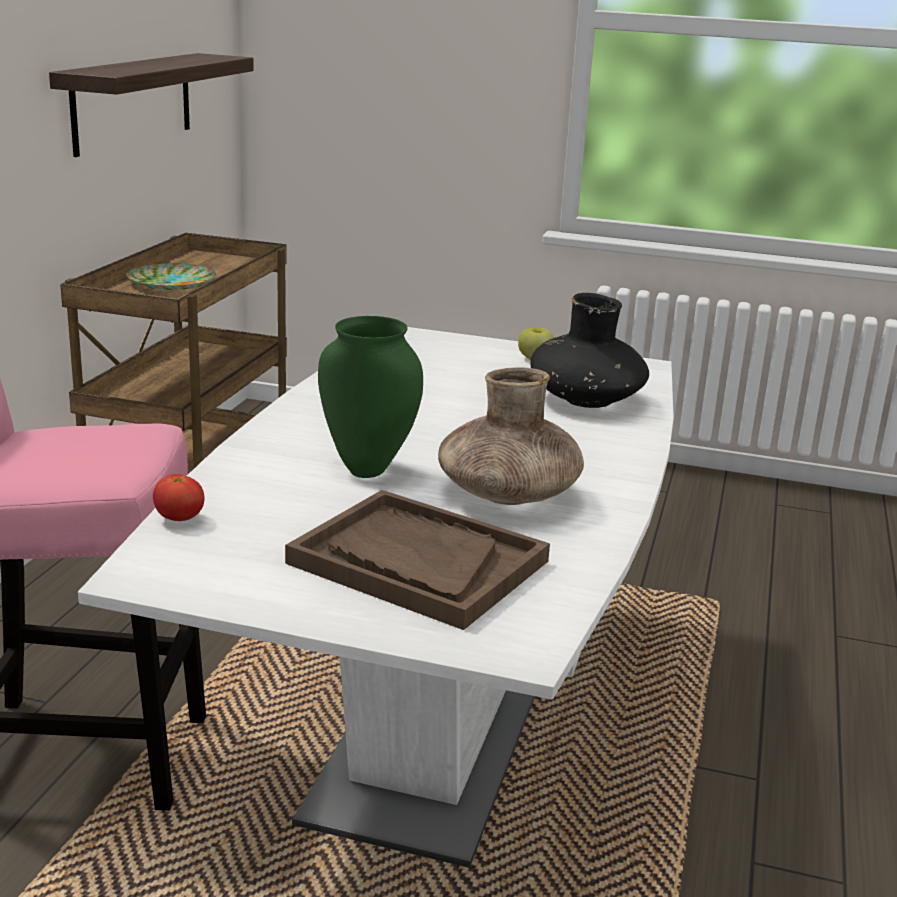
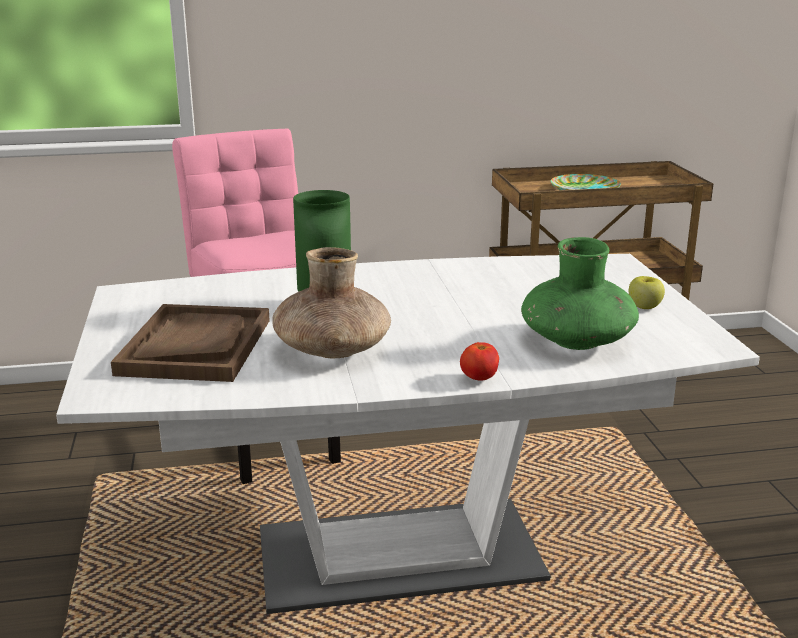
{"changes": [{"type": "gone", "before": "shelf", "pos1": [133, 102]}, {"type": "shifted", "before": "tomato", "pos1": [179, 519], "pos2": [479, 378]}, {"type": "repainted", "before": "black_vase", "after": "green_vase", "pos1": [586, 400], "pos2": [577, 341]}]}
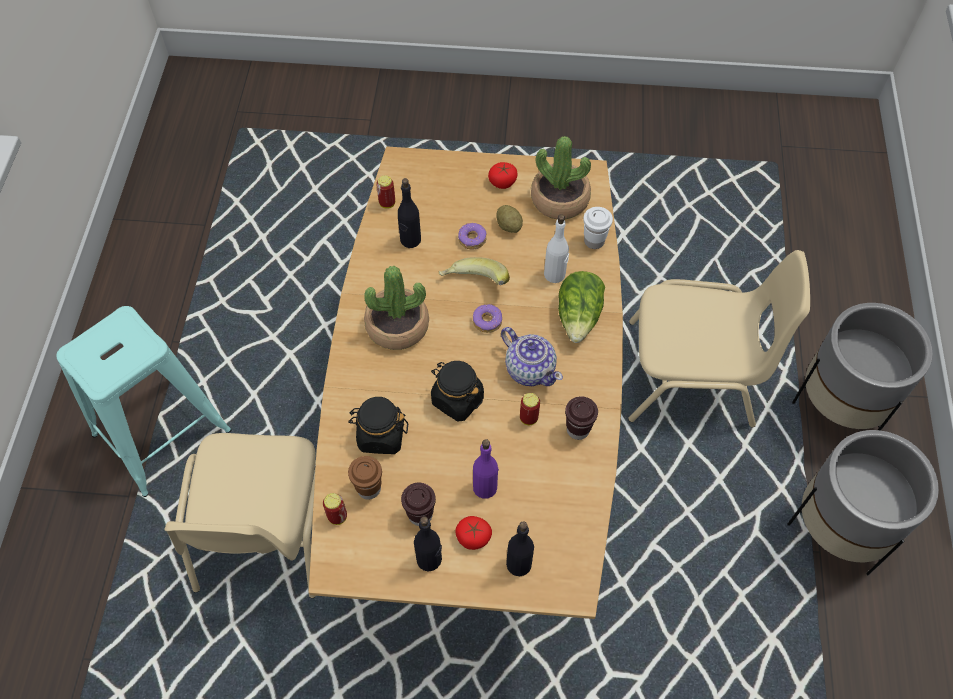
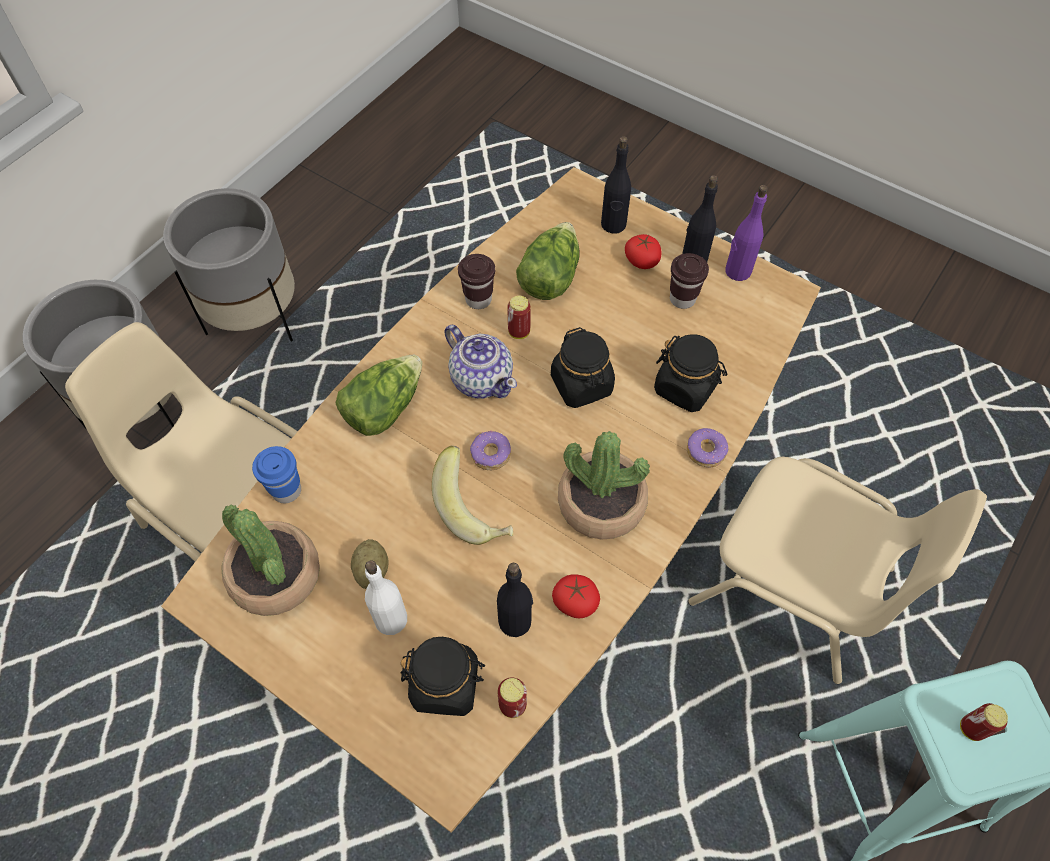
{"changes": [{"type": "gone", "before": "brown_cup", "pos1": [369, 488]}, {"type": "new", "after": "black_jar", "pos2": [445, 684]}, {"type": "new", "after": "lettuce", "pos2": [549, 276]}, {"type": "shifted", "before": "can", "pos1": [337, 516], "pos2": [971, 728]}, {"type": "shifted", "before": "donut", "pos1": [472, 239], "pos2": [706, 451]}, {"type": "shifted", "before": "purple_bottle", "pos1": [485, 487], "pos2": [737, 271]}, {"type": "shifted", "before": "tomato", "pos1": [502, 182], "pos2": [575, 601]}, {"type": "shifted", "before": "white_bottle", "pos1": [555, 274], "pos2": [390, 619]}, {"type": "repainted", "before": "white_cup", "after": "blue_cup", "pos1": [594, 241], "pos2": [286, 490]}, {"type": "rotated", "before": "beige_chair", "pos1": [263, 533], "pos2": [795, 586], "turn": 90}, {"type": "rotated", "before": "teapot", "pos1": [530, 369], "pos2": [481, 378], "turn": 150}]}
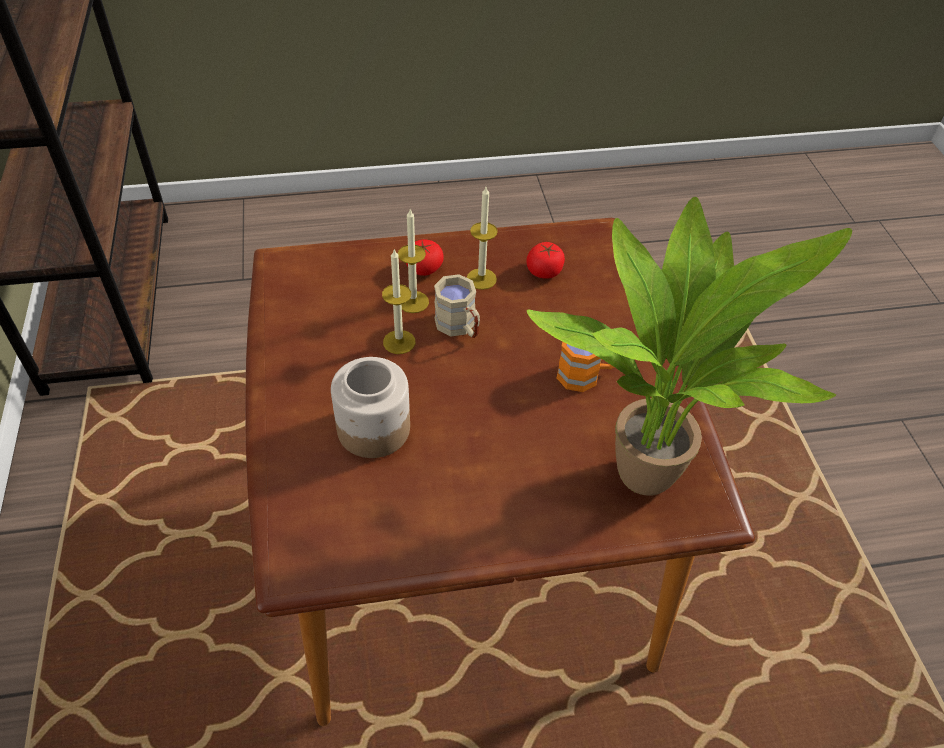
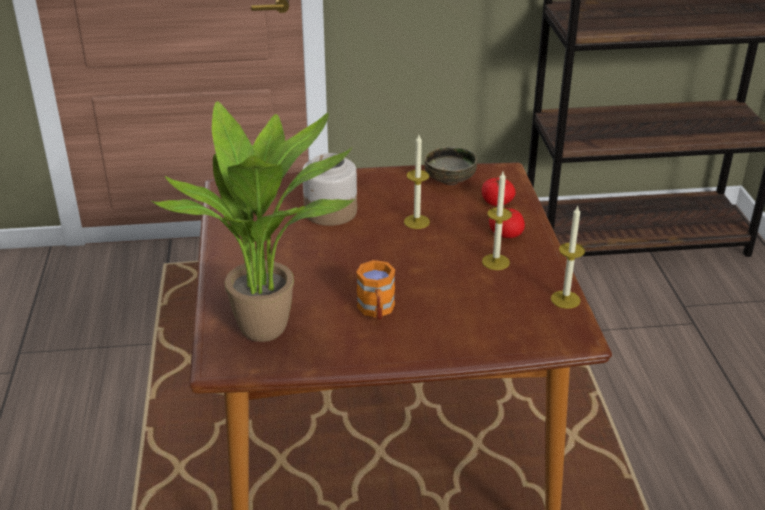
{"changes": [{"type": "gone", "before": "beige_mug", "pos1": [459, 327]}, {"type": "new", "after": "bowl", "pos2": [450, 181]}, {"type": "shifted", "before": "candle", "pos1": [413, 302], "pos2": [565, 299]}, {"type": "shifted", "before": "tomato", "pos1": [544, 271], "pos2": [497, 201]}]}
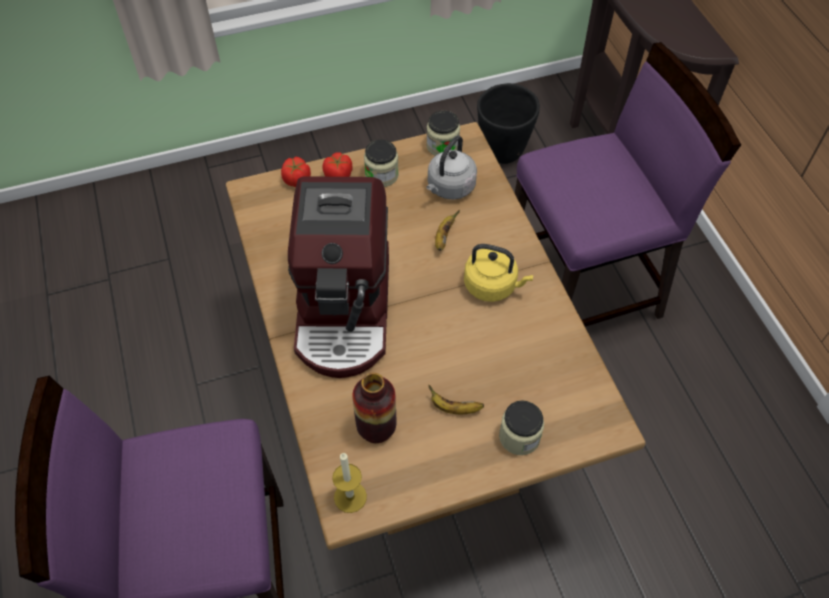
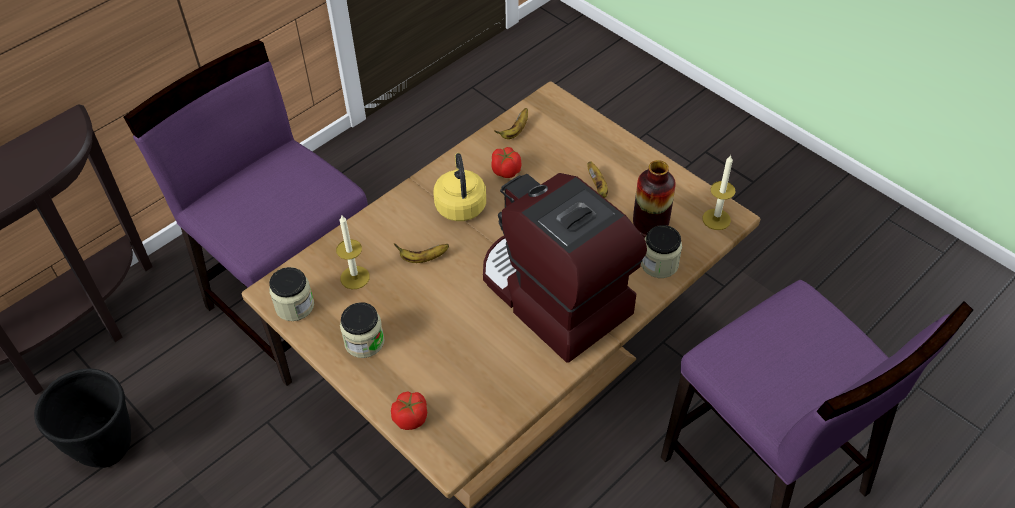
{"changes": [{"type": "new", "after": "banana", "pos2": [515, 131]}, {"type": "shifted", "before": "tomato", "pos1": [338, 175], "pos2": [506, 170]}, {"type": "shifted", "before": "jar", "pos1": [519, 437], "pos2": [659, 264]}, {"type": "swapped", "before": "grey_kettle", "after": "candle", "pos1": [449, 188], "pos2": [355, 277]}, {"type": "rotated", "before": "coffee_machine", "pos1": [345, 310], "pos2": [552, 297], "turn": -105}]}
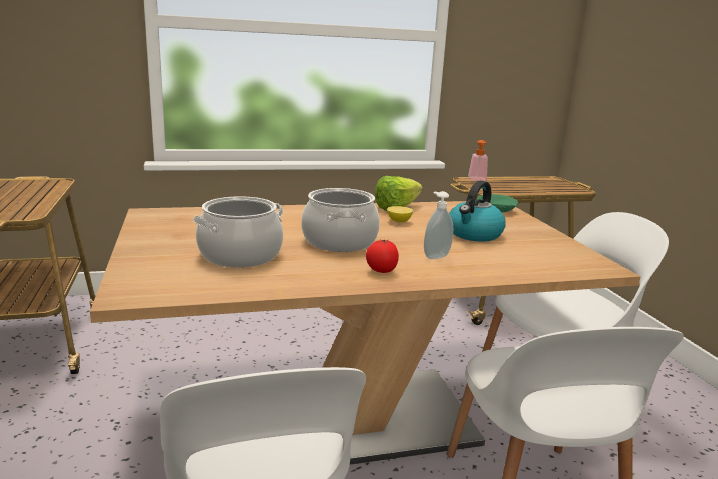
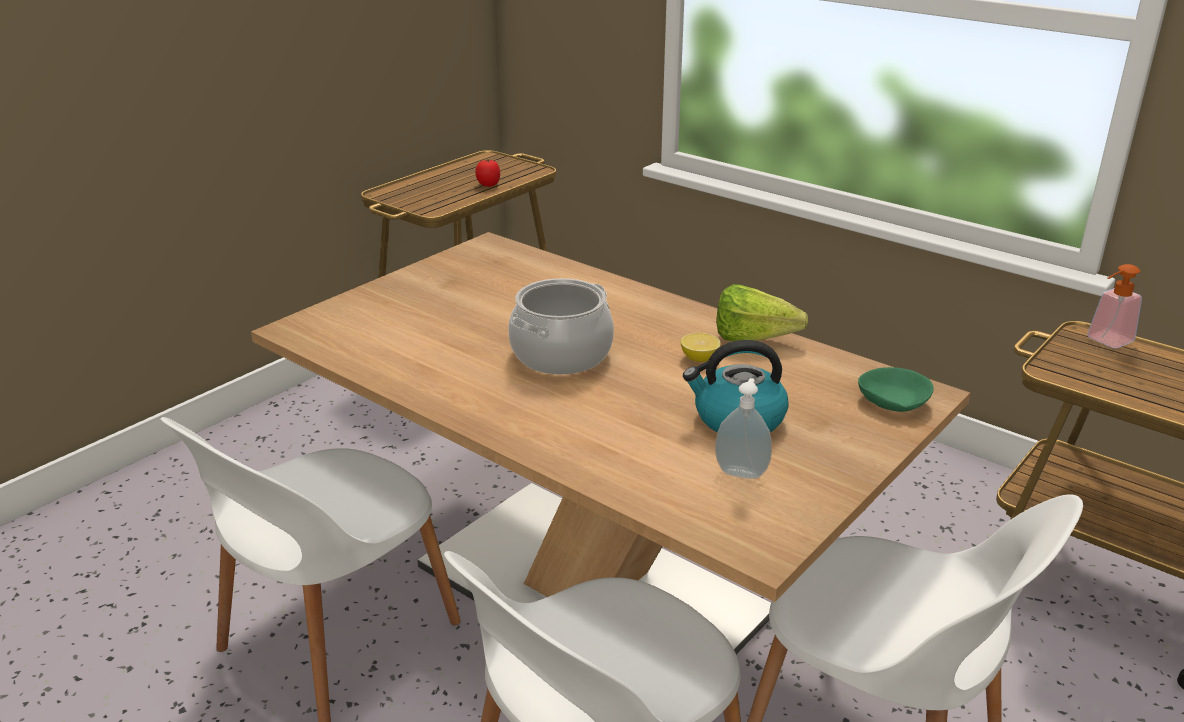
{"changes": [{"type": "gone", "before": "cooking_pot", "pos1": [240, 255]}, {"type": "shifted", "before": "tomato", "pos1": [381, 271], "pos2": [488, 185]}, {"type": "shifted", "before": "soap_dispenser", "pos1": [435, 256], "pos2": [741, 472]}]}
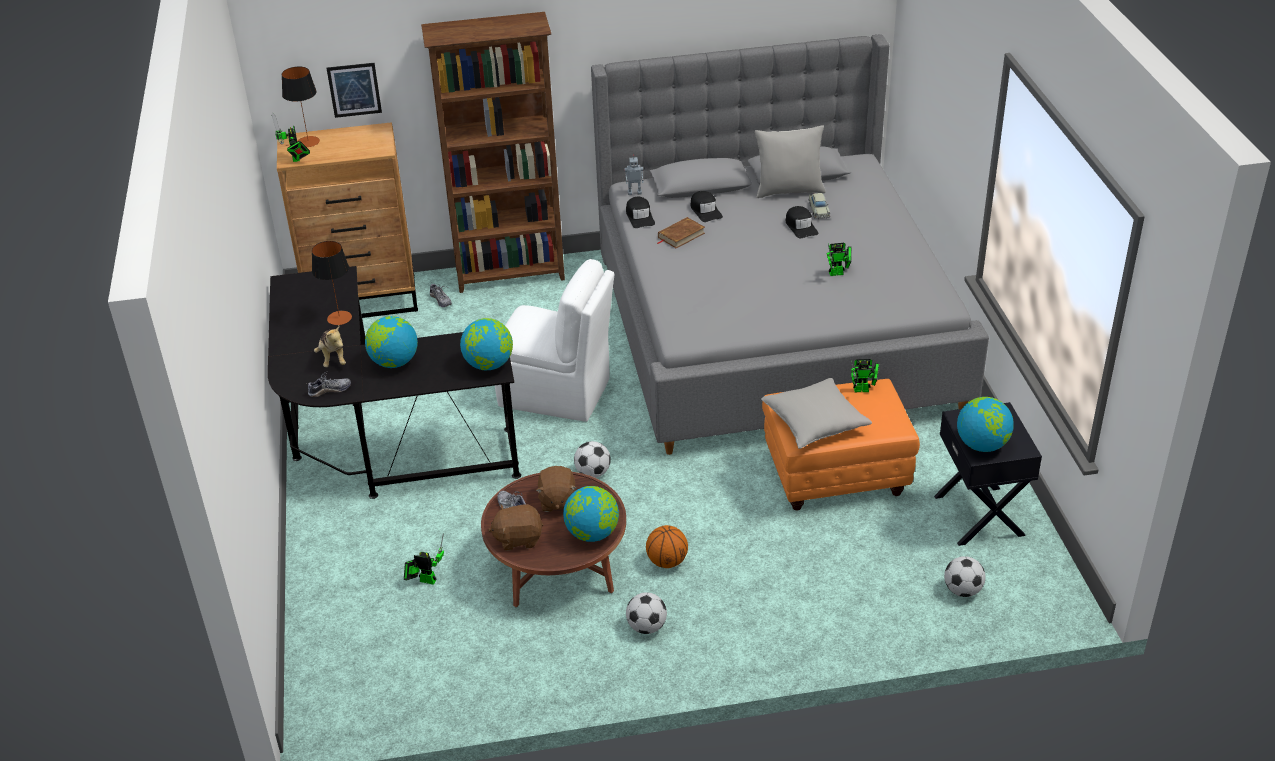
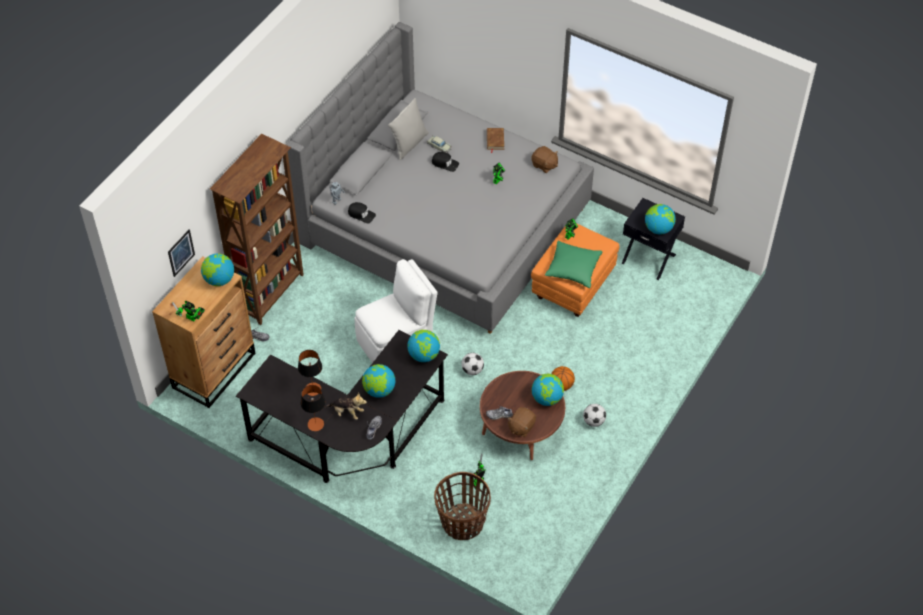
{"changes": [{"type": "gone", "before": "black_cap", "pos1": [705, 211]}, {"type": "gone", "before": "football", "pos1": [962, 590]}, {"type": "new", "after": "globe", "pos2": [219, 279]}, {"type": "new", "after": "basket", "pos2": [462, 523]}, {"type": "shifted", "before": "table_lamp", "pos1": [308, 142], "pos2": [315, 424]}, {"type": "shifted", "before": "brown_plush_toy", "pos1": [557, 501], "pos2": [544, 165]}, {"type": "shifted", "before": "brown_book", "pos1": [681, 235], "pos2": [495, 140]}, {"type": "repainted", "before": "grey_pillow", "after": "green_pillow", "pos1": [815, 423], "pos2": [573, 269]}]}
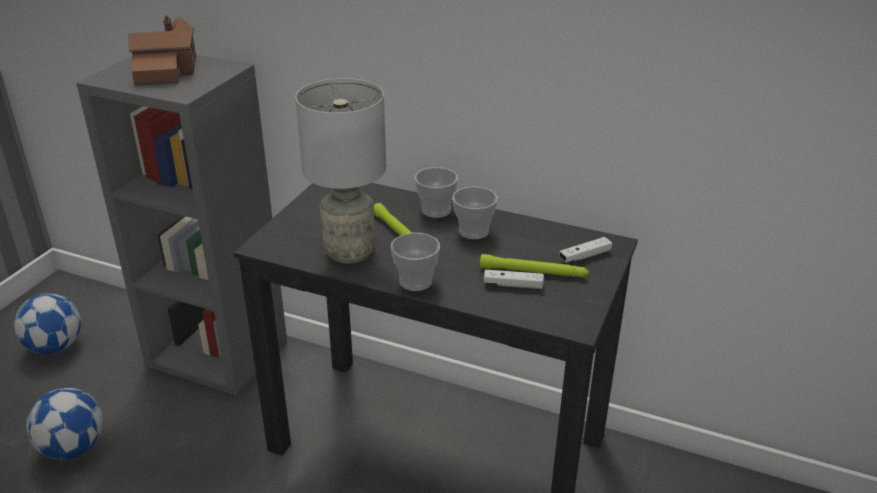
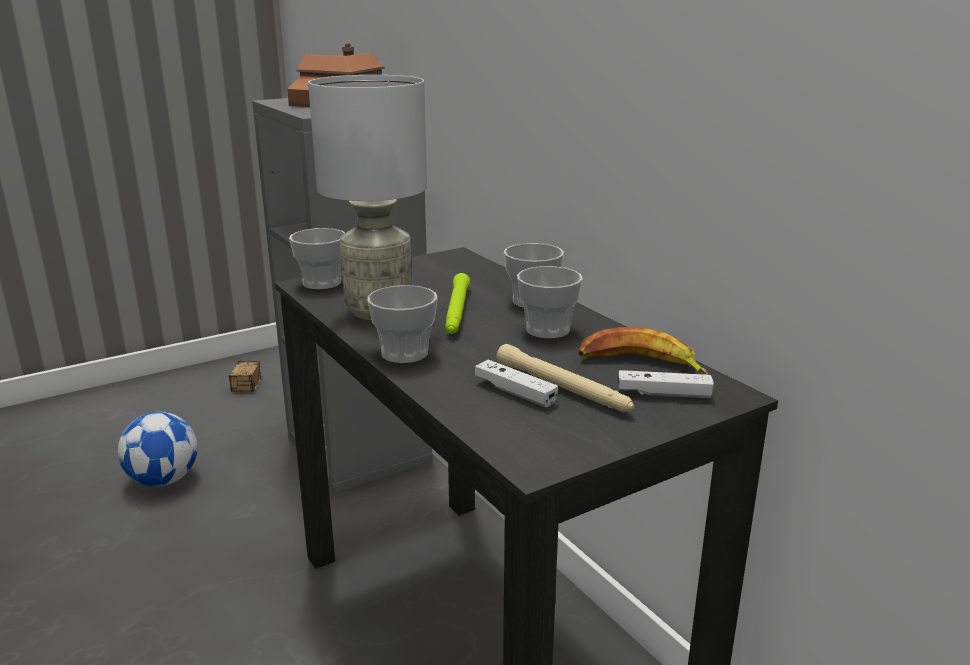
{"changes": [{"type": "new", "after": "cup", "pos2": [322, 283]}, {"type": "new", "after": "banana", "pos2": [640, 364]}, {"type": "swapped", "before": "football", "after": "storage_box", "pos1": [55, 347], "pos2": [240, 395]}, {"type": "repainted", "before": "green_flashlight", "after": "beige_flashlight", "pos1": [533, 272], "pos2": [563, 388]}]}
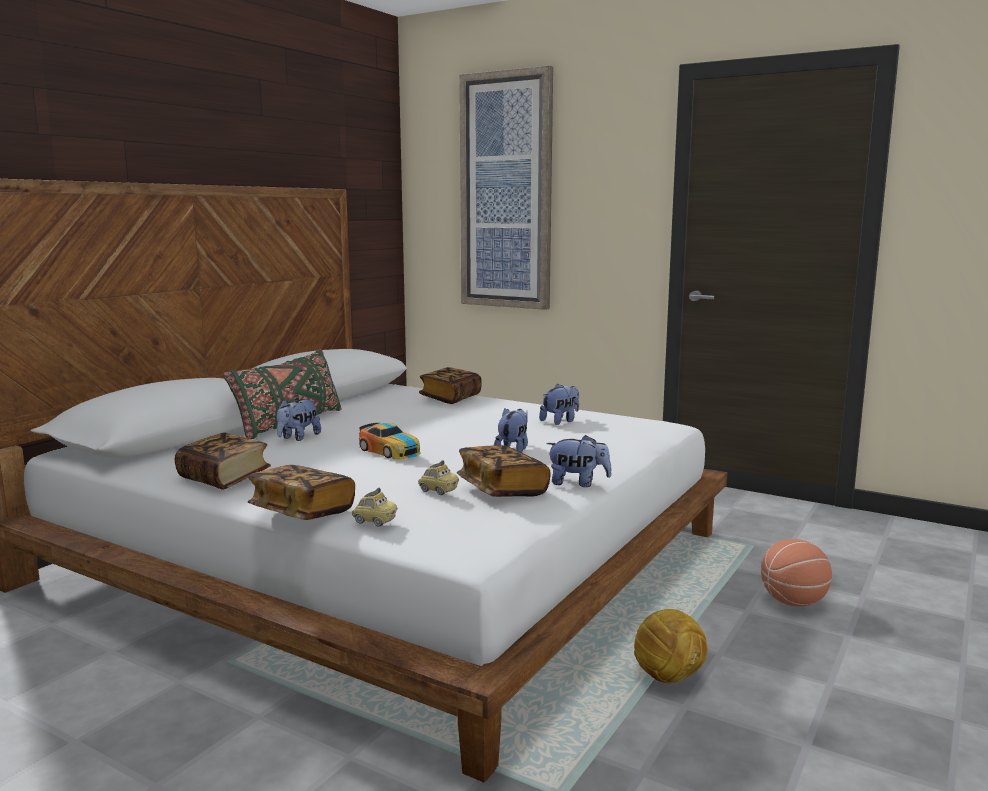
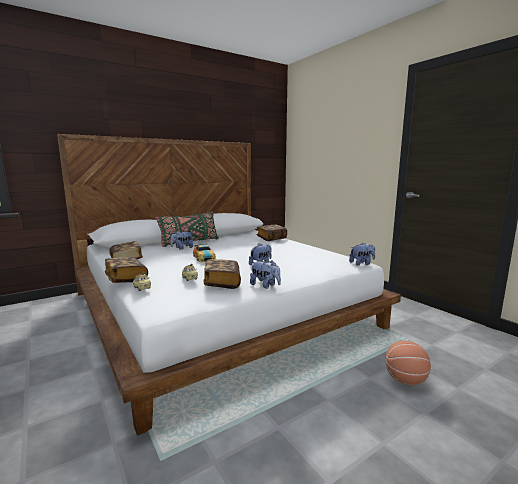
{"changes": [{"type": "gone", "before": "picture", "pos1": [506, 192]}, {"type": "gone", "before": "football", "pos1": [669, 677]}, {"type": "shifted", "before": "plush_toy", "pos1": [560, 421], "pos2": [362, 263]}]}
